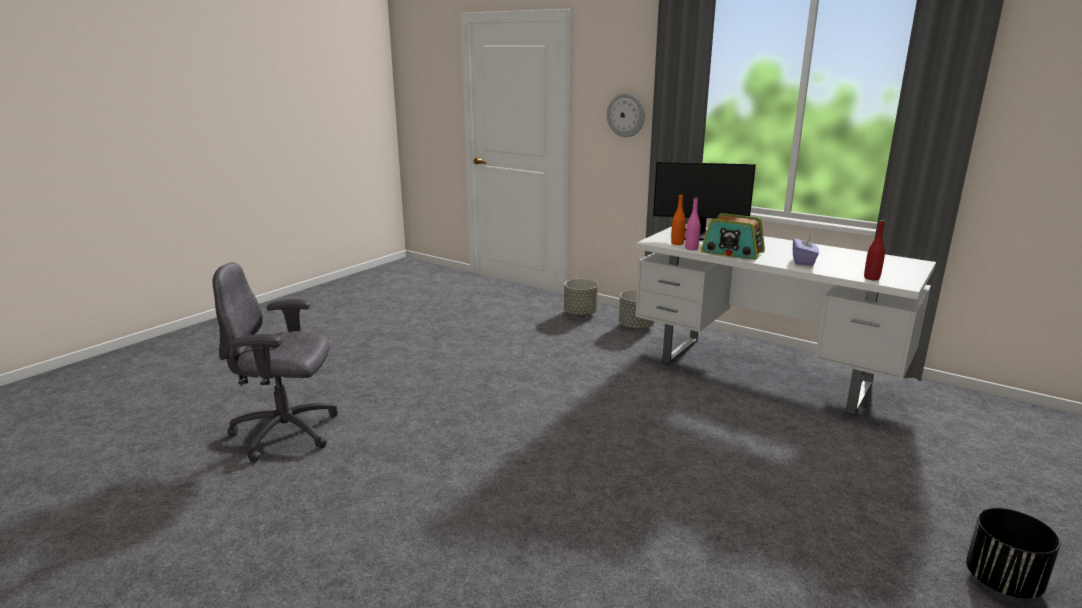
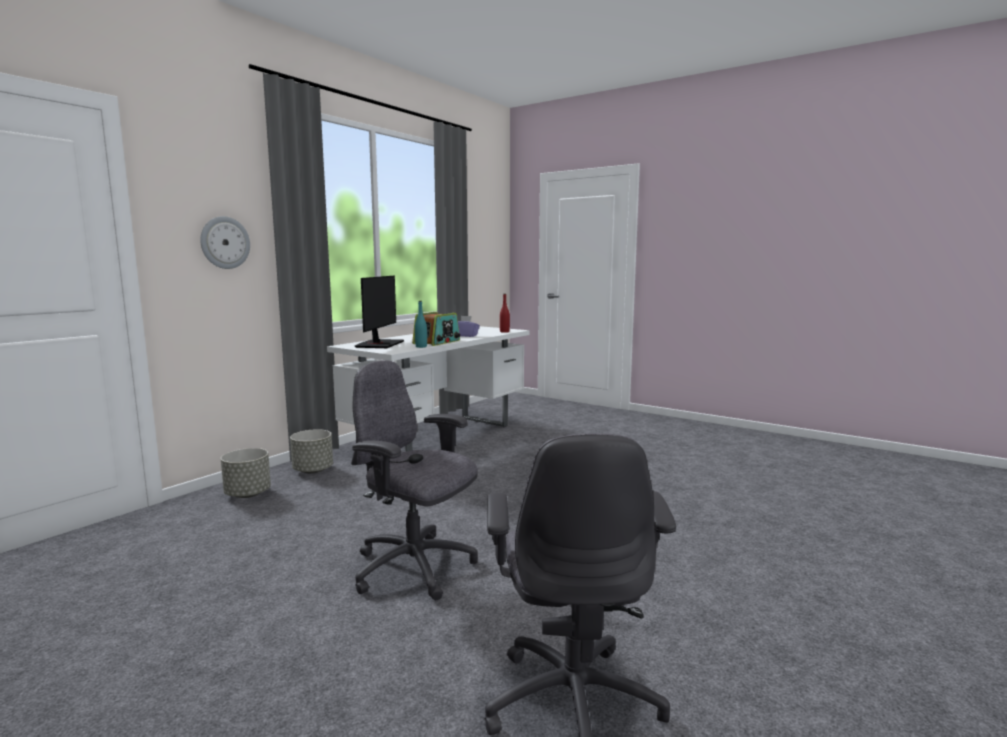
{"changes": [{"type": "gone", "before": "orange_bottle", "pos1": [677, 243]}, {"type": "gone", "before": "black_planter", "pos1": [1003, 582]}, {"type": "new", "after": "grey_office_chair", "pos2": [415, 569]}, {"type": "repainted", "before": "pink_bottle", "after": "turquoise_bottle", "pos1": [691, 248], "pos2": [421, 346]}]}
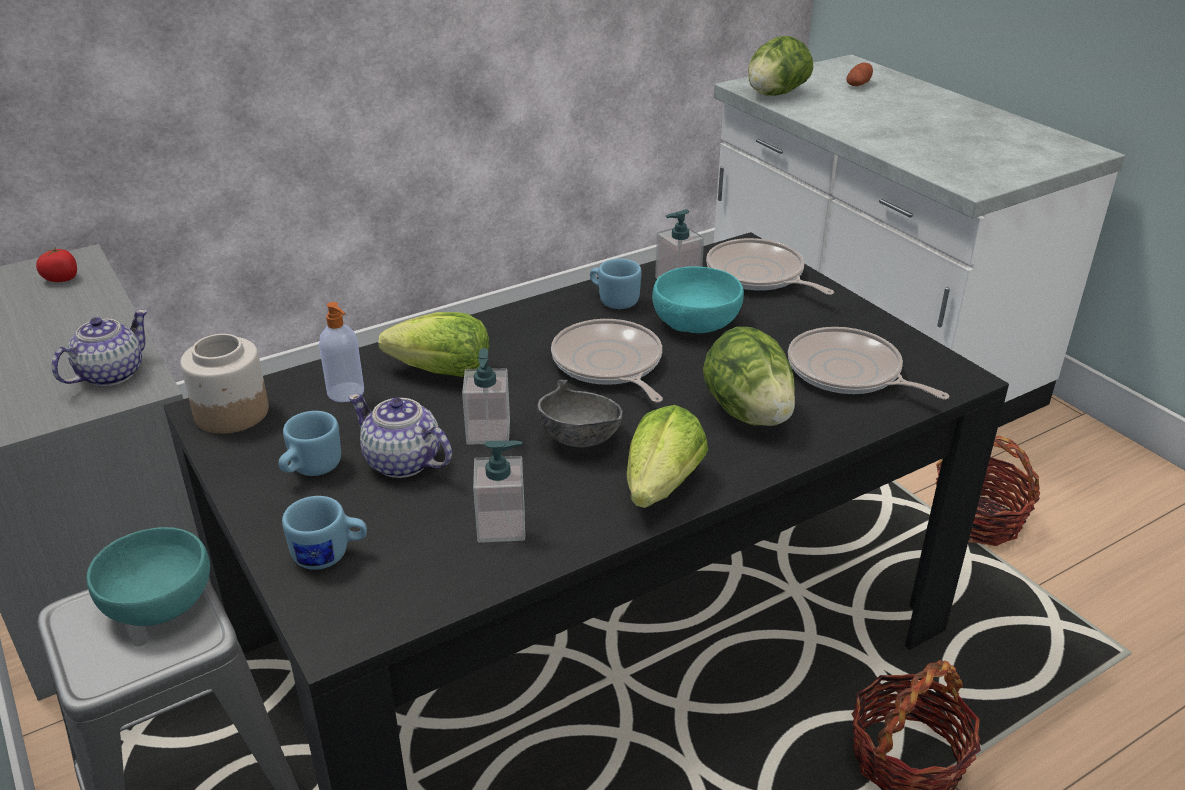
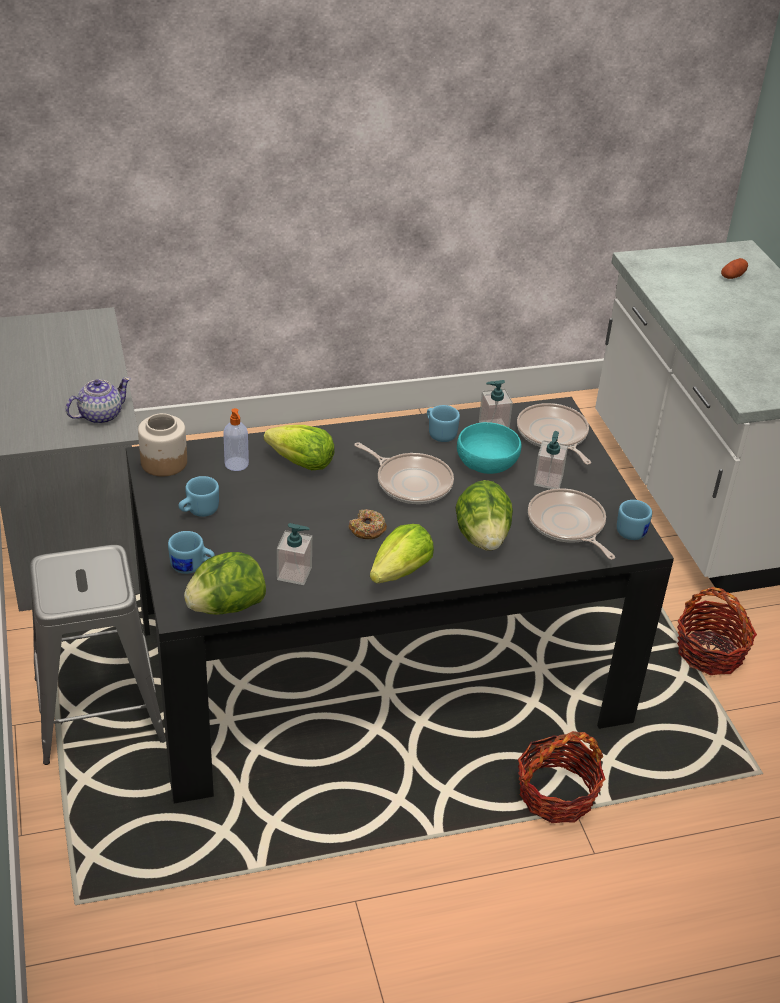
{"changes": [{"type": "gone", "before": "tomato", "pos1": [62, 279]}, {"type": "gone", "before": "turquoise_bowl", "pos1": [158, 602]}, {"type": "gone", "before": "teapot", "pos1": [403, 462]}, {"type": "new", "after": "blue_mug", "pos2": [632, 529]}, {"type": "shifted", "before": "soap_dispenser", "pos1": [488, 432], "pos2": [548, 480]}, {"type": "shifted", "before": "lettuce", "pos1": [775, 94], "pos2": [226, 607]}, {"type": "swapped", "before": "grey_bowl", "after": "donut", "pos1": [581, 438], "pos2": [367, 529]}, {"type": "rotated", "before": "frying_pan", "pos1": [609, 365], "pos2": [411, 482], "turn": 135}]}
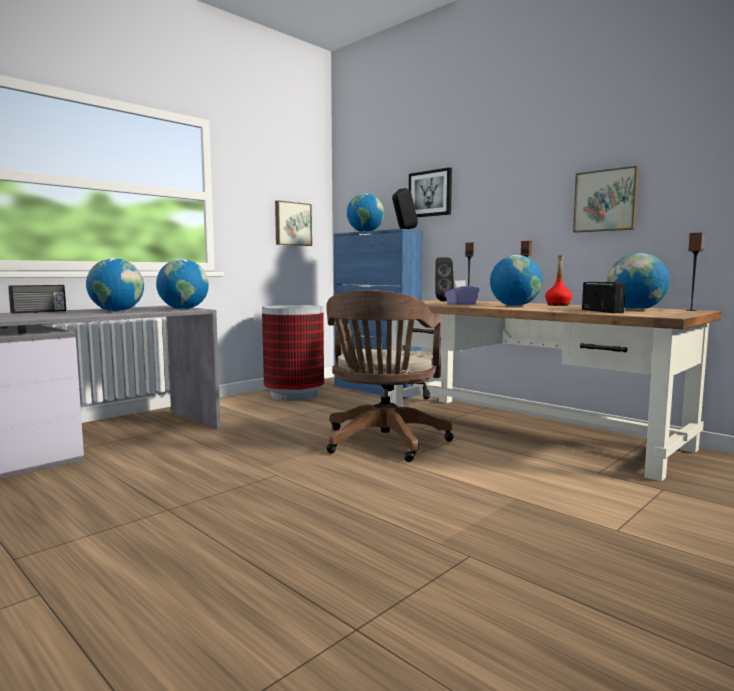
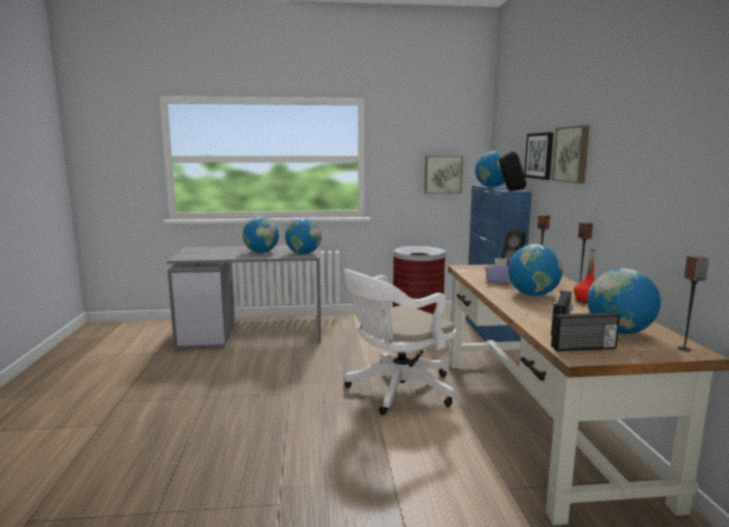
{"changes": [{"type": "shifted", "before": "radio", "pos1": [39, 312], "pos2": [584, 348]}, {"type": "shifted", "before": "picture", "pos1": [606, 201], "pos2": [572, 154]}, {"type": "repainted", "before": "brown_office_chair", "after": "white_office_chair", "pos1": [383, 443], "pos2": [396, 391]}]}
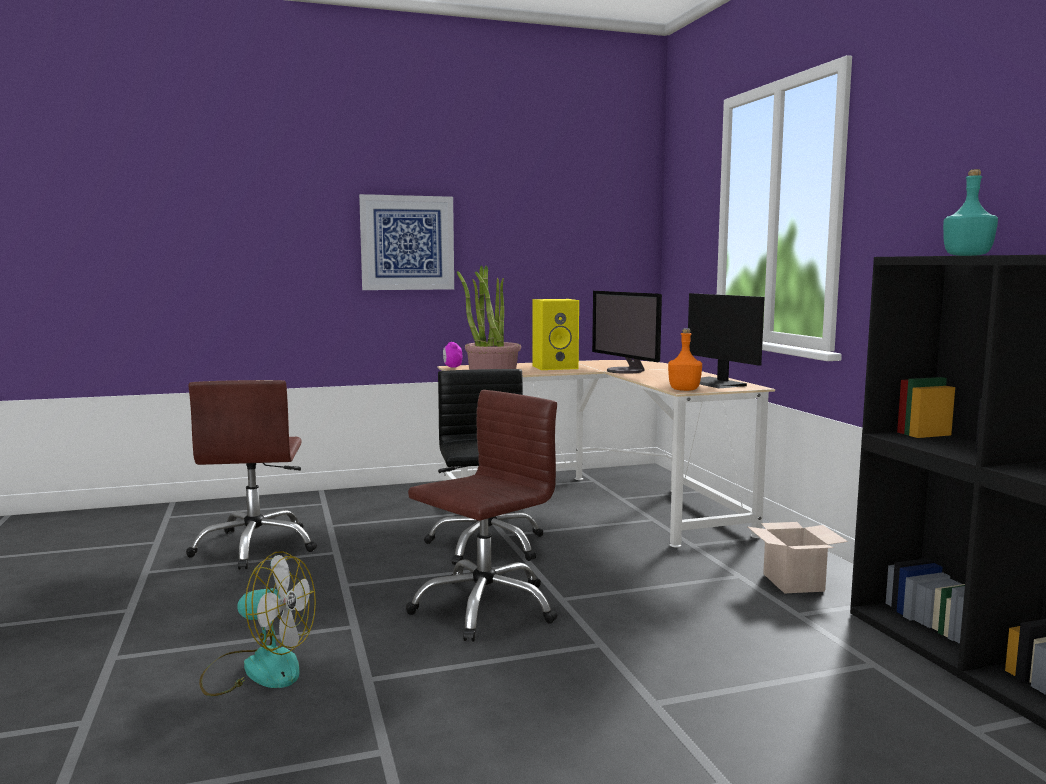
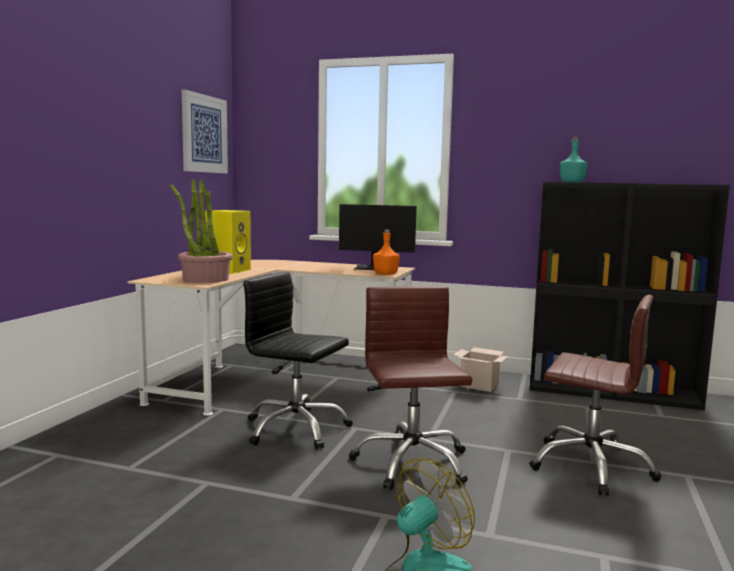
{"changes": [{"type": "gone", "before": "alarm_clock", "pos1": [452, 367]}, {"type": "gone", "before": "monitor", "pos1": [625, 371]}, {"type": "shifted", "before": "brown_office_chair", "pos1": [256, 547], "pos2": [591, 465]}, {"type": "shifted", "before": "picture", "pos1": [407, 243], "pos2": [204, 134]}]}
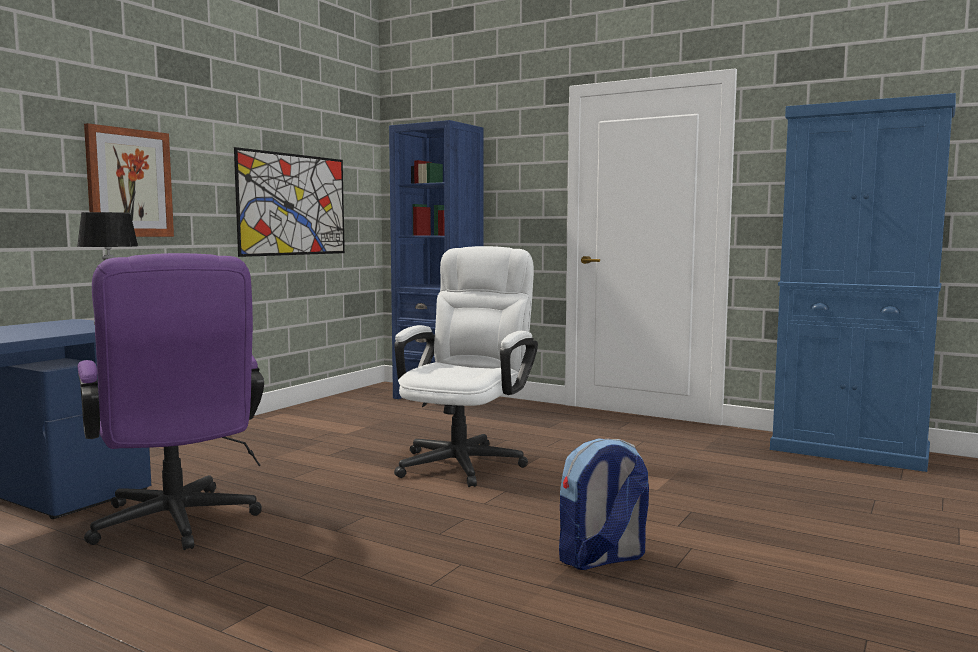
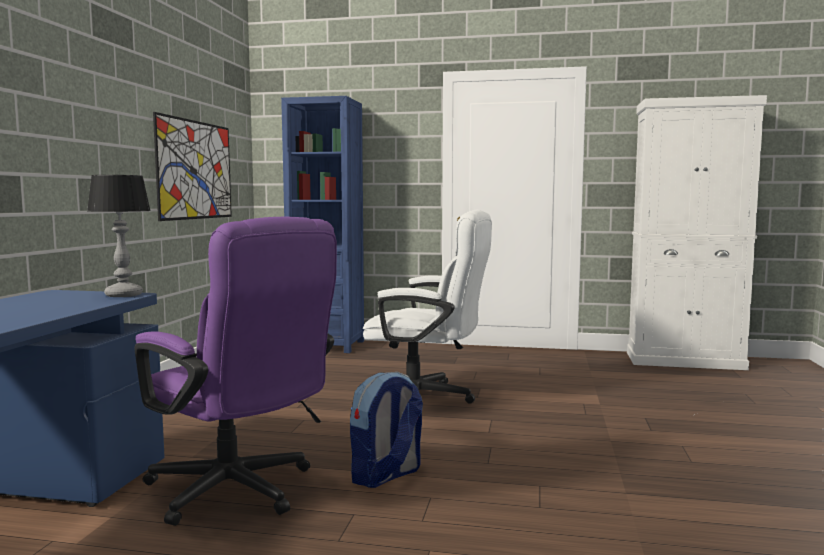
{"changes": [{"type": "gone", "before": "picture", "pos1": [129, 183]}, {"type": "shifted", "before": "backpack", "pos1": [602, 559], "pos2": [386, 475]}, {"type": "repainted", "before": "blue_cabinet", "after": "white_cabinet", "pos1": [849, 451], "pos2": [684, 361]}, {"type": "rotated", "before": "white_office_chair", "pos1": [466, 461], "pos2": [426, 398], "turn": 105}]}
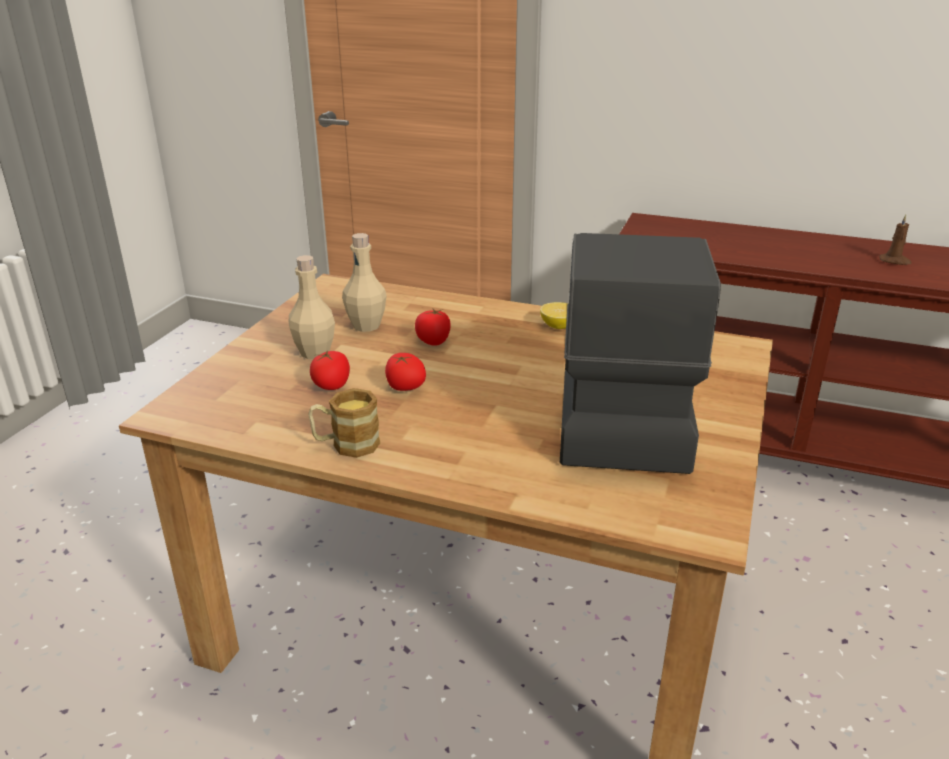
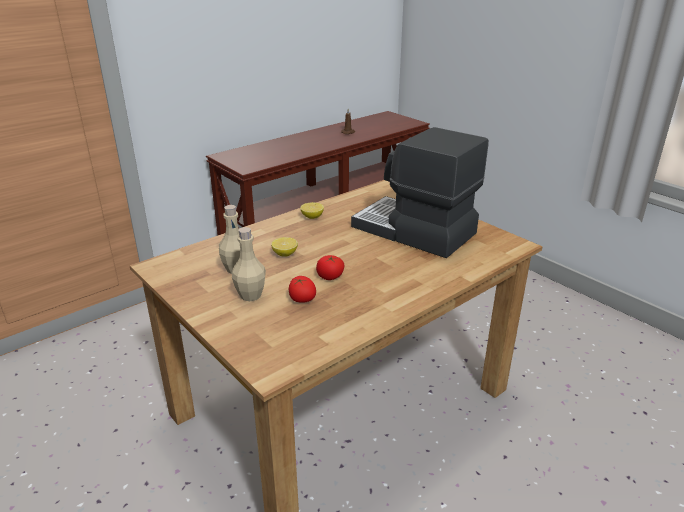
{"changes": [{"type": "gone", "before": "mug", "pos1": [346, 445]}, {"type": "swapped", "before": "tomato", "after": "lemon", "pos1": [433, 341], "pos2": [285, 254]}]}
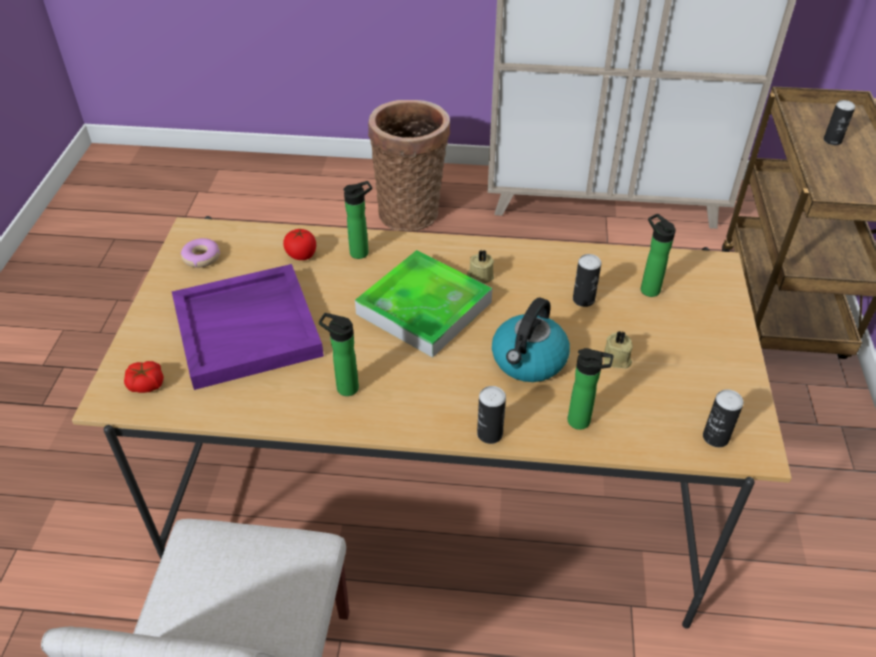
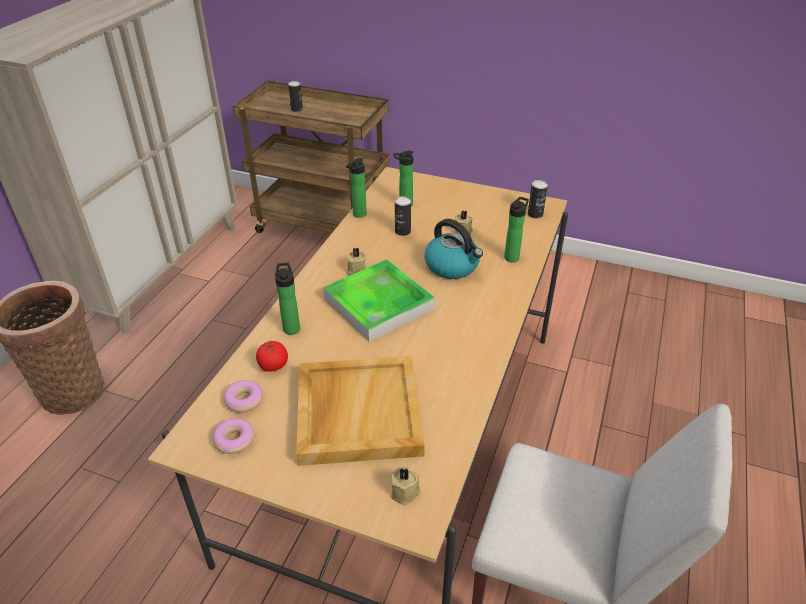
{"changes": [{"type": "gone", "before": "can", "pos1": [489, 434]}, {"type": "new", "after": "donut", "pos2": [244, 400]}, {"type": "shifted", "before": "bottle", "pos1": [344, 387], "pos2": [358, 215]}, {"type": "swapped", "before": "tomato", "after": "beige_candle", "pos1": [146, 384], "pos2": [405, 493]}, {"type": "repainted", "before": "purple_tray", "after": "beige_tray", "pos1": [248, 328], "pos2": [357, 412]}]}
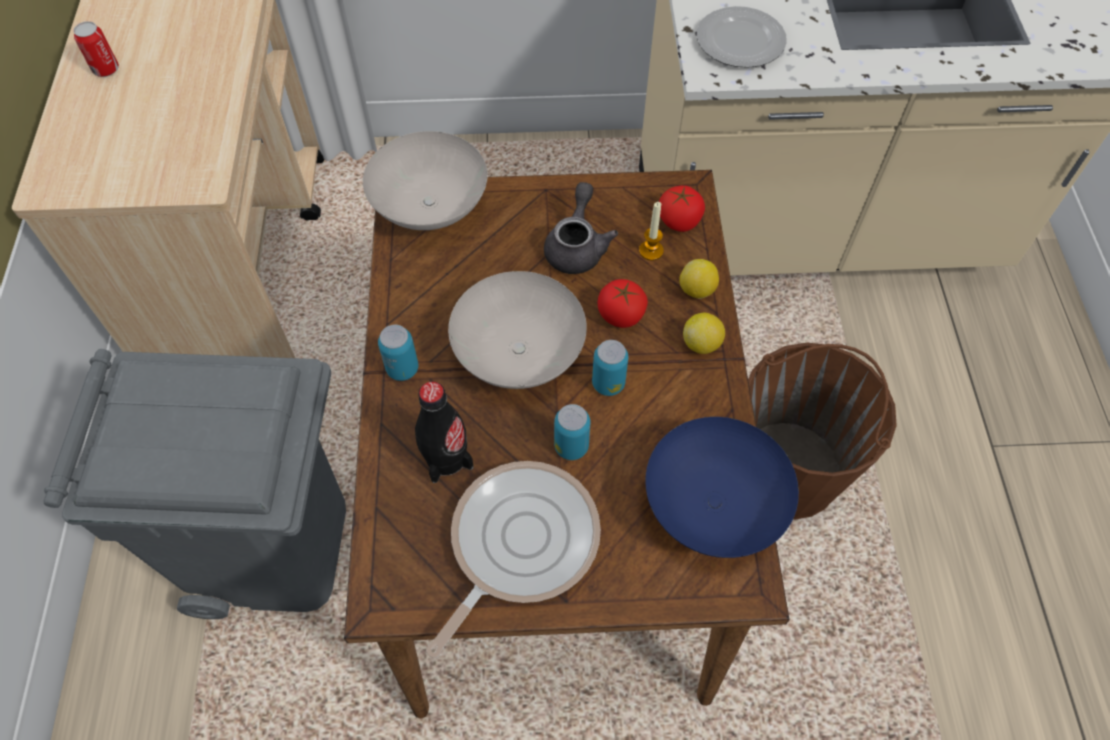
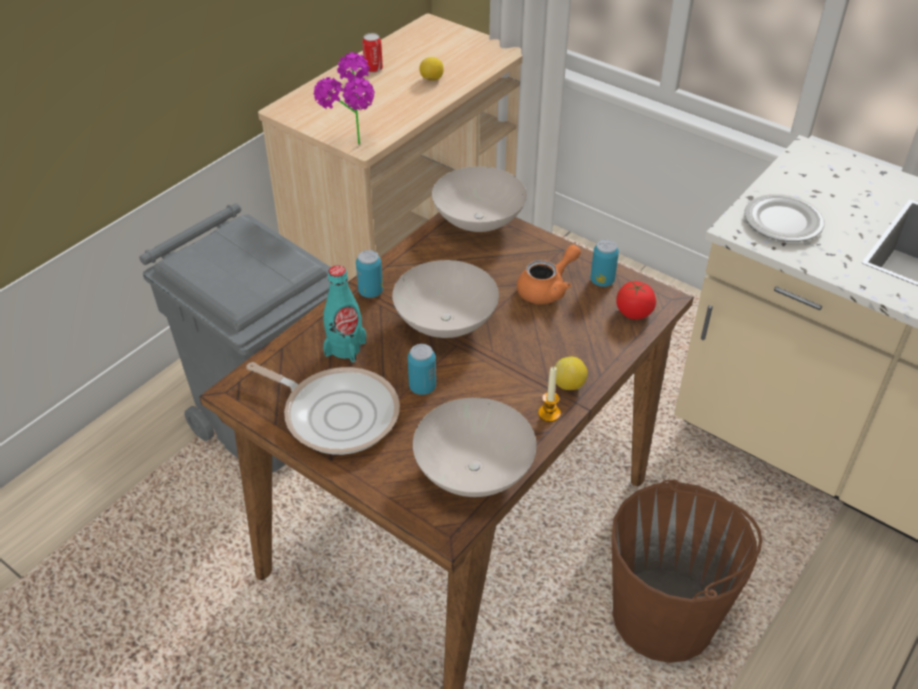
{"changes": [{"type": "gone", "before": "tomato", "pos1": [620, 315]}, {"type": "new", "after": "potted_plant", "pos2": [353, 150]}, {"type": "shifted", "before": "can", "pos1": [608, 383], "pos2": [602, 281]}, {"type": "shifted", "before": "candle", "pos1": [651, 251], "pos2": [549, 413]}, {"type": "shifted", "before": "lemon", "pos1": [697, 290], "pos2": [431, 79]}, {"type": "repainted", "before": "black_bottle", "after": "turquoise_bottle", "pos1": [446, 457], "pos2": [345, 348]}, {"type": "repainted", "before": "grey_teapot", "after": "orange_teapot", "pos1": [577, 246], "pos2": [547, 289]}, {"type": "repainted", "before": "blue_bowl", "after": "white_bowl", "pos1": [714, 504], "pos2": [475, 471]}, {"type": "rotated", "before": "frying_pan", "pos1": [518, 543], "pos2": [336, 414], "turn": 45}]}
